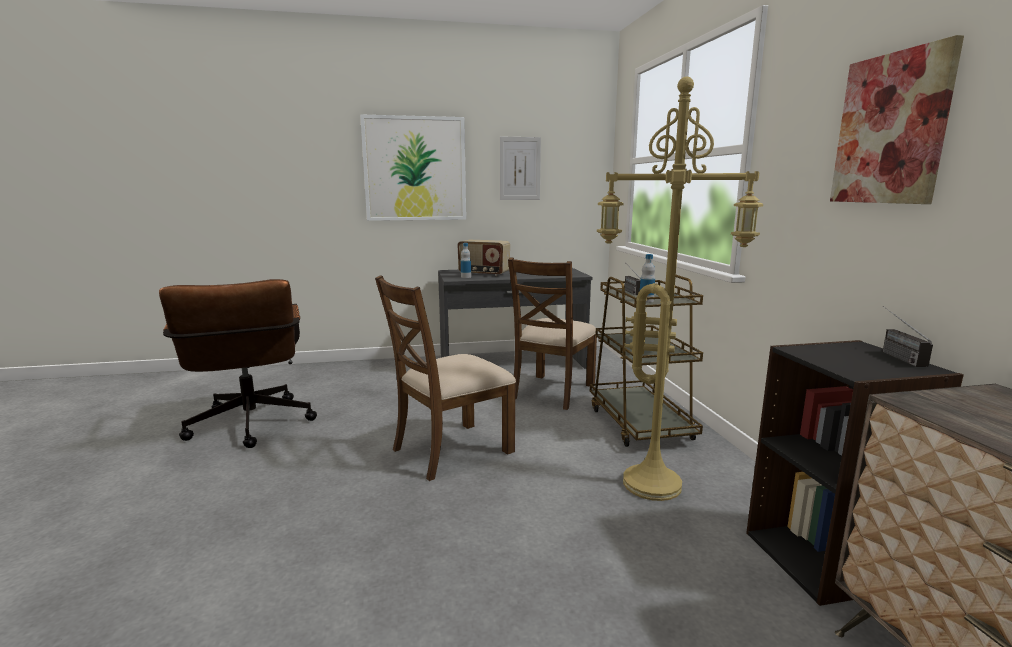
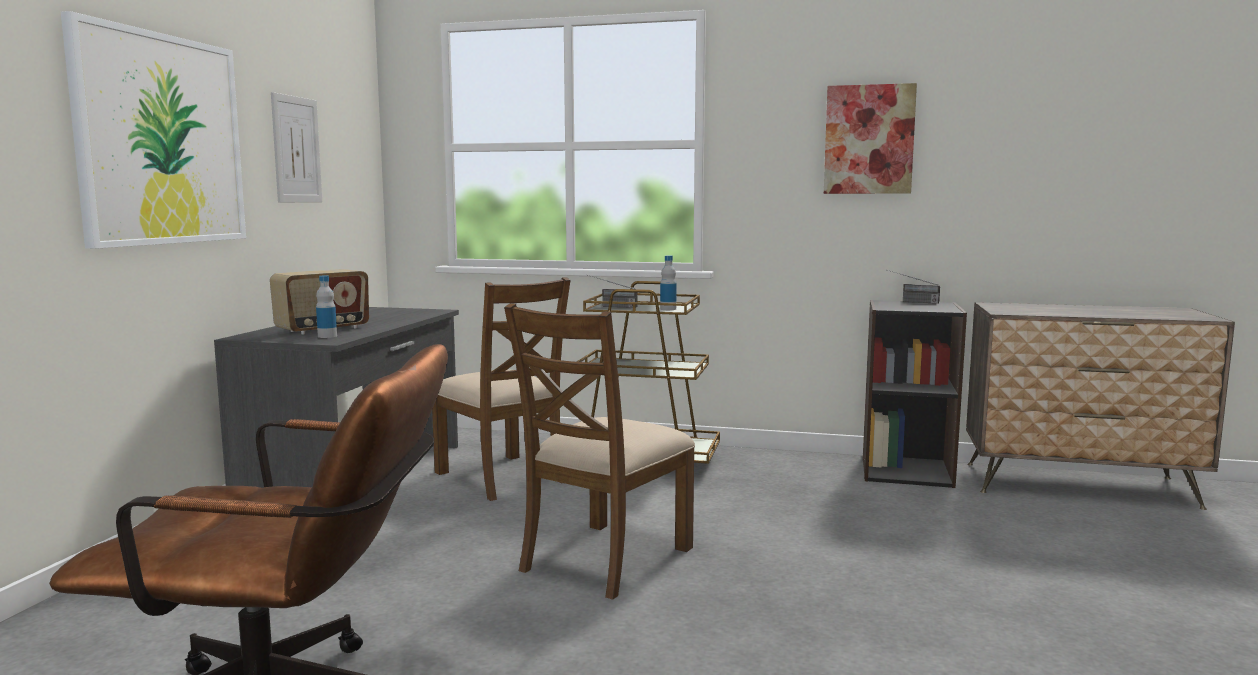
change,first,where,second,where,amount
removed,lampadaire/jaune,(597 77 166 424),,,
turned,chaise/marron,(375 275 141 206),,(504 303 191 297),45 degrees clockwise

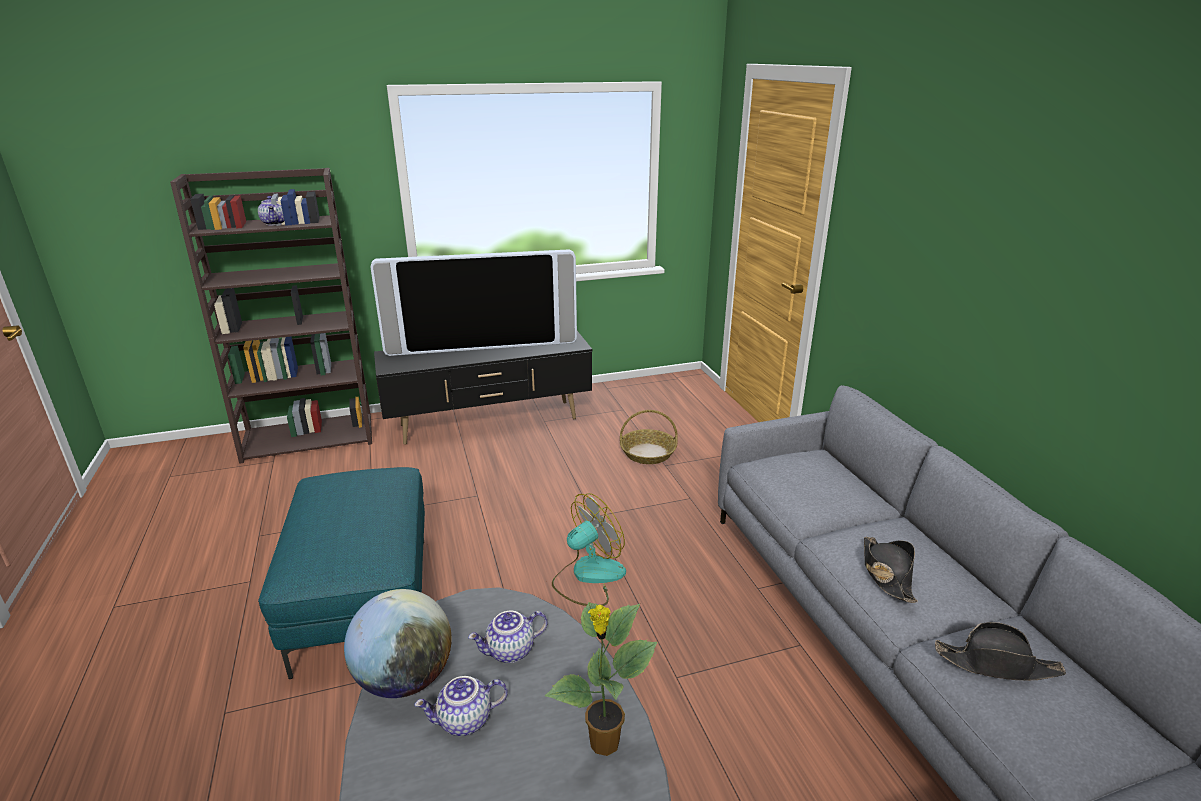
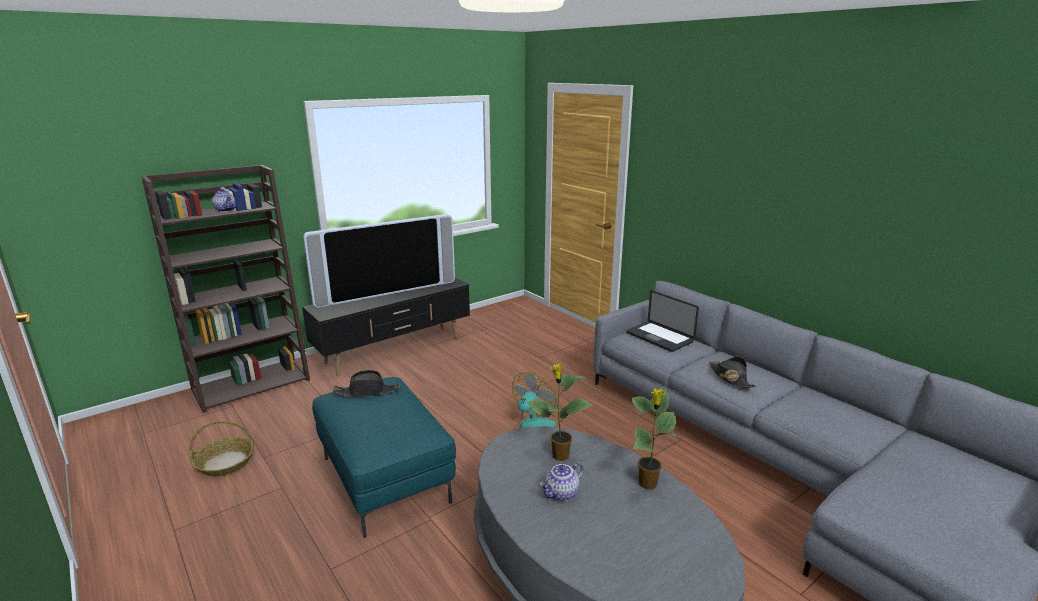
change,first,where,second,where,amount
moved,panier,(620 410 58 54),,(190 421 64 55),
removed,globe,(344 589 108 109),,,
replaced,théière,(468 611 80 52),plante en pot,(527 364 66 97),
moved,chapeau/noir,(935 622 131 59),,(333 370 68 27),
added,,,ordinateur portable,(626 290 73 62),

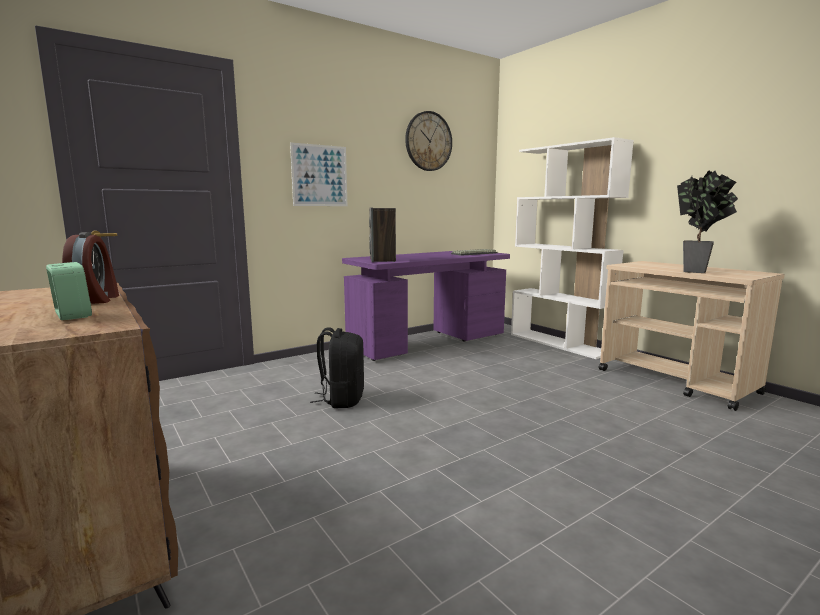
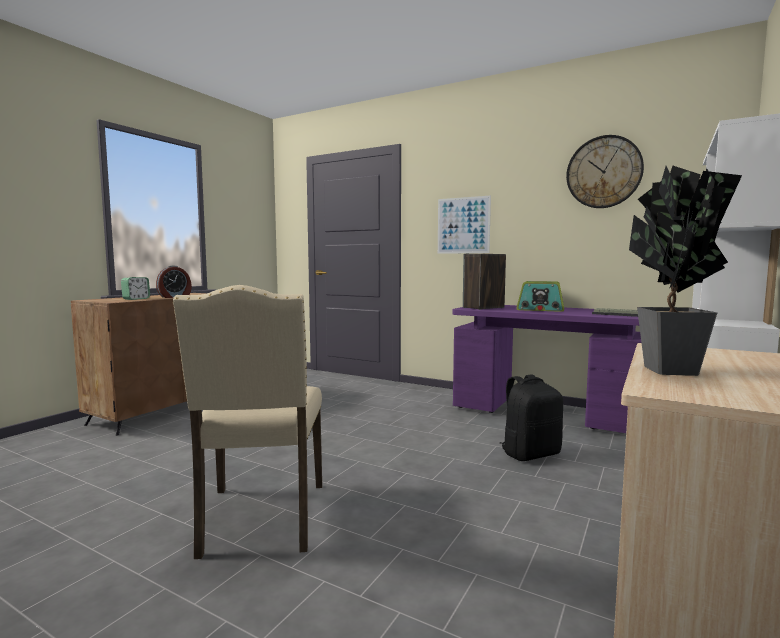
change,first,where,second,where,amount
moved,sac à dos/noir,(310 327 54 81),,(500 374 63 87),
added,,,radio,(516 281 48 31),
added,,,chaise/beige,(173 285 149 274),

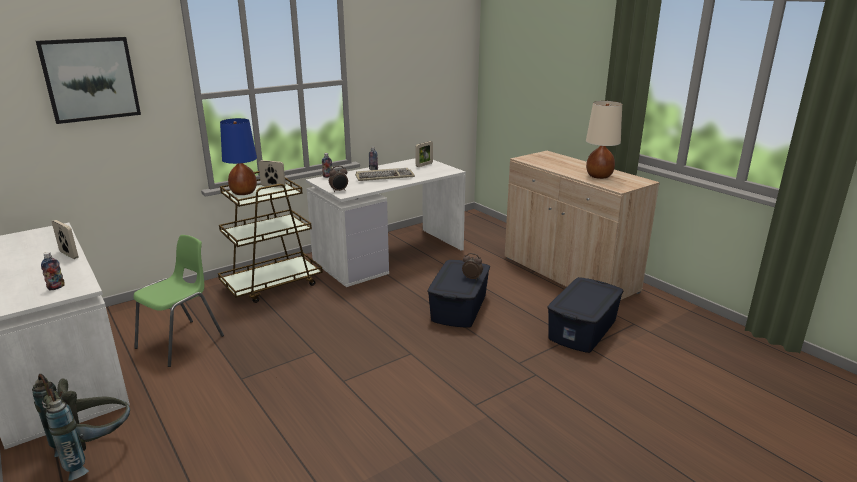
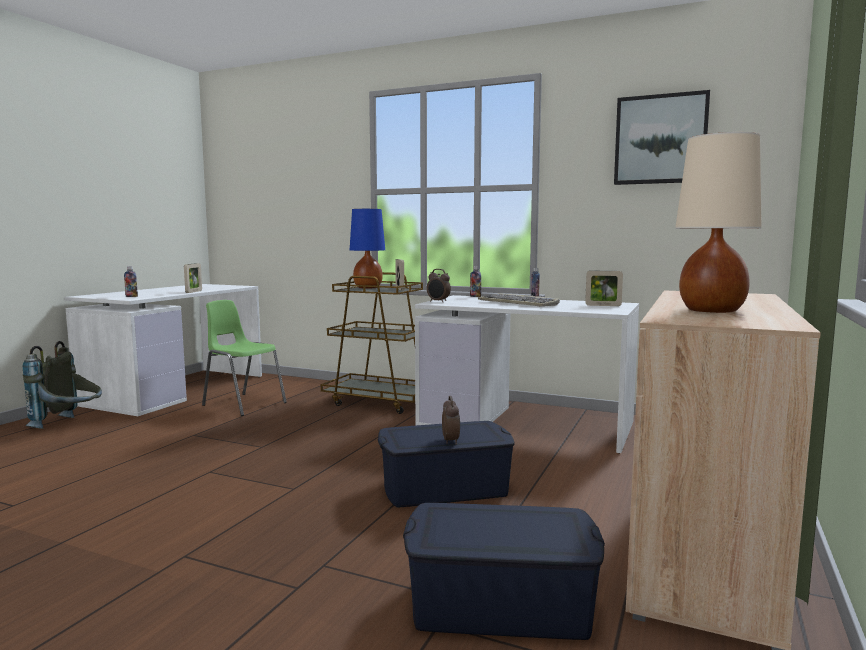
change,first,where,second,where,amount
moved,tableau,(36 37 105 87),,(614 90 96 95),
turned,chaise/vert,(133 235 91 132),,(202 300 85 116),150 degrees counterclockwise

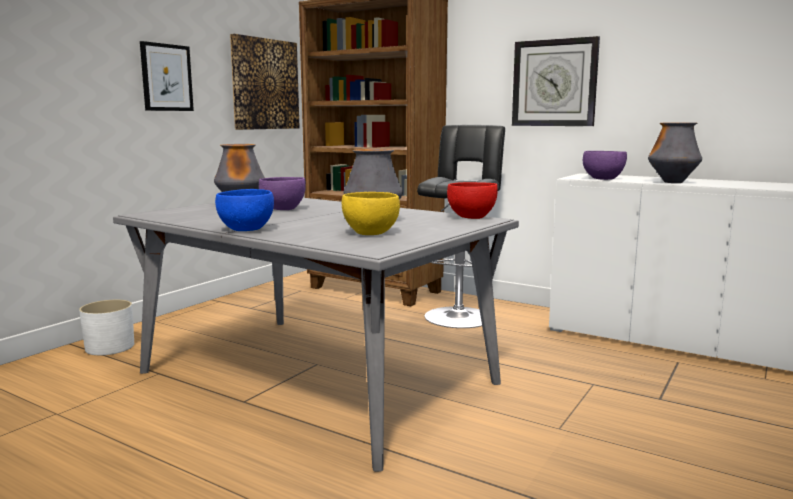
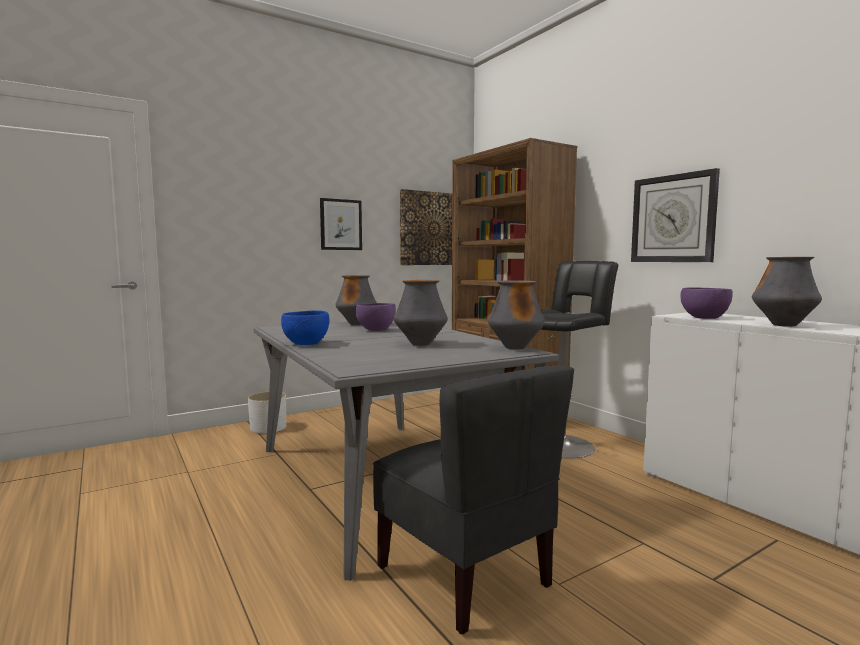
change,first,where,second,where,amount
replaced,bol/rouge,(447 182 51 37),vase,(488 280 57 69),
removed,bol/jaune,(342 192 58 43),,,
added,,,chaise/gris,(373 365 201 270),

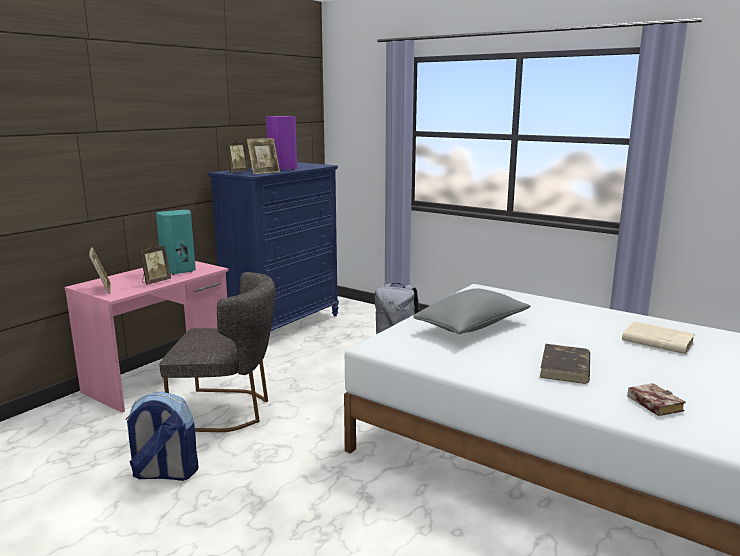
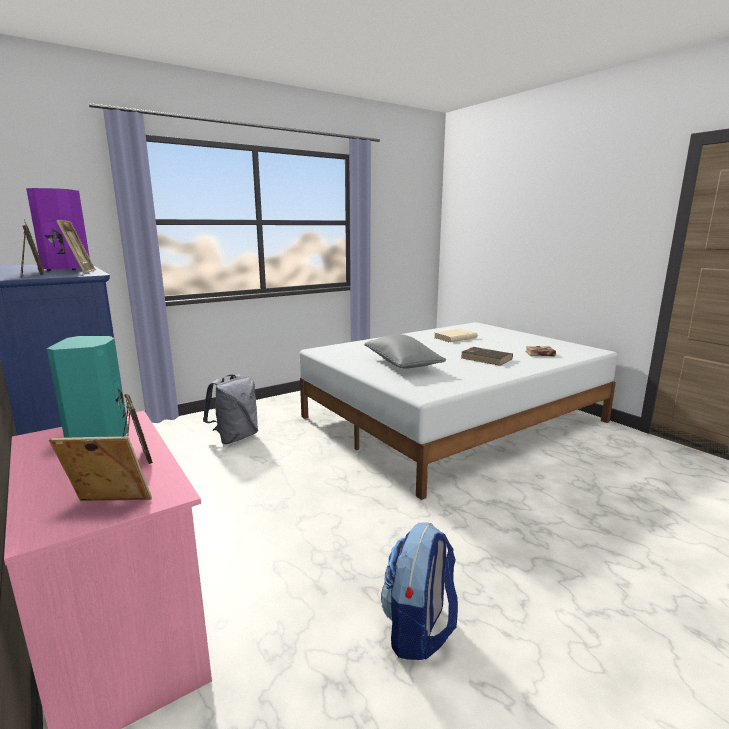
change,first,where,second,where,amount
removed,chaise/gris,(159 272 116 160),,,

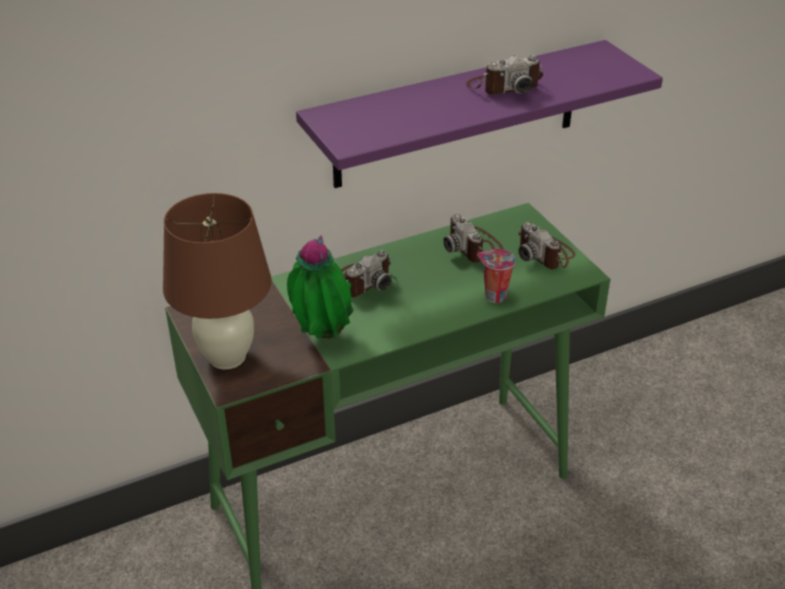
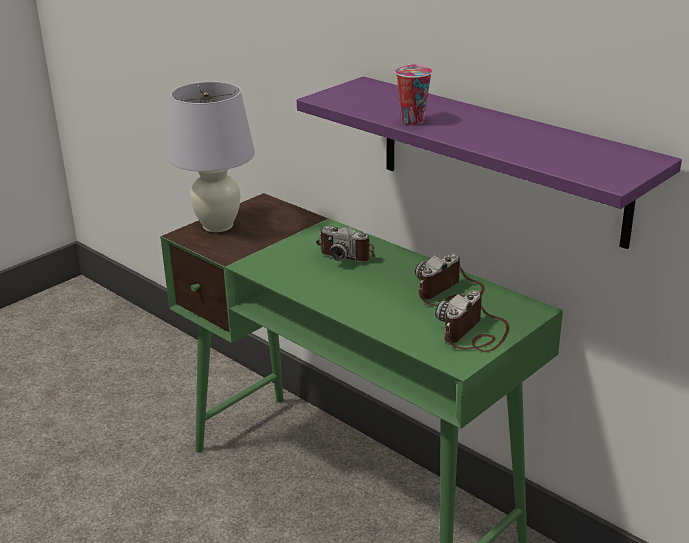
change,first,where,second,where,amount
removed,appareil photo,(466 55 77 40),,,
recoloured,lampe de table/marron,(163 193 108 177),lampe de table/blanc,(168 81 87 151),
removed,plante en pot,(287 235 66 104),,,
moved,tasse,(477 249 39 54),,(395 64 37 61),

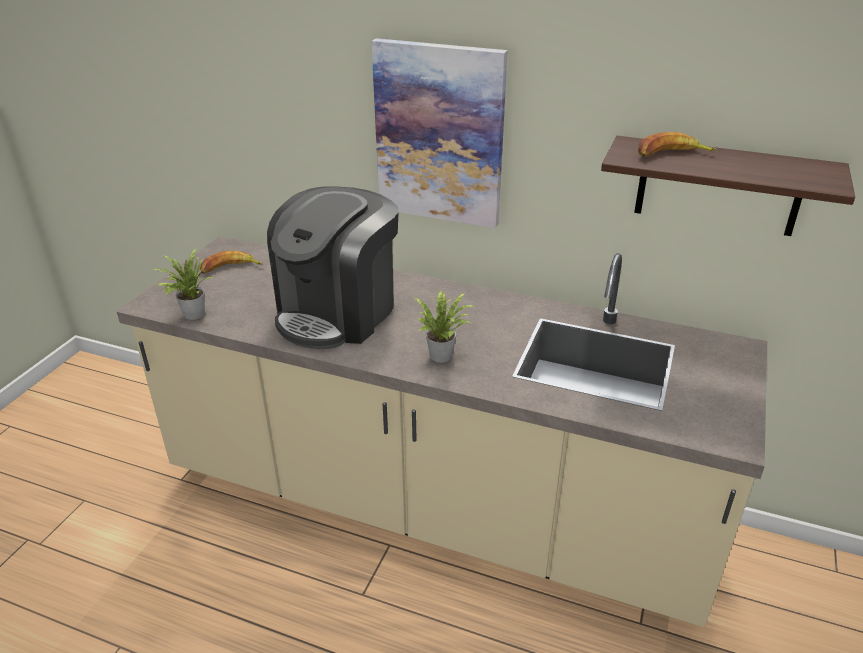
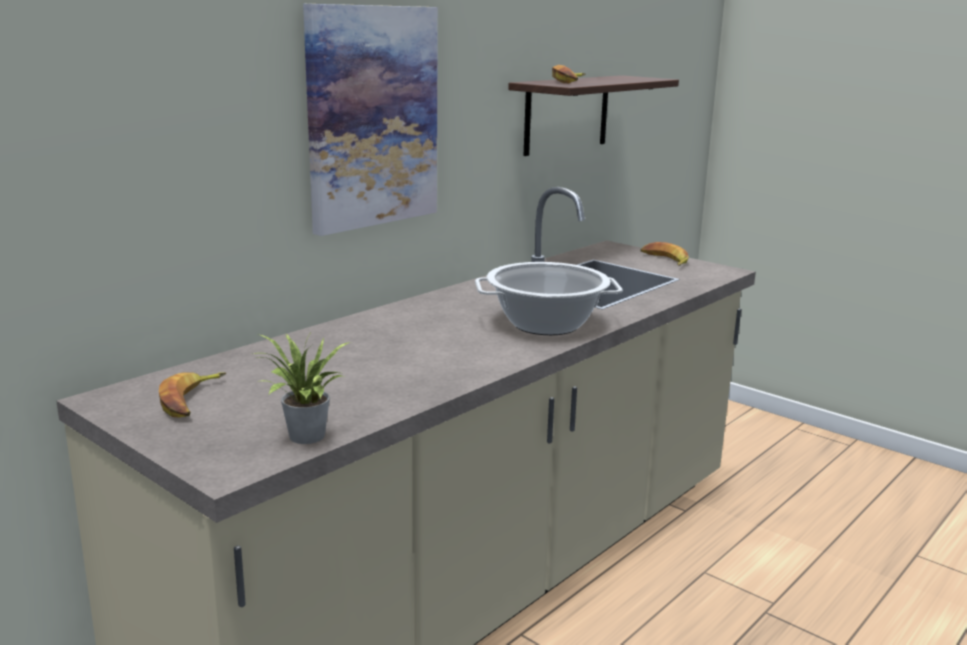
change,first,where,second,where,amount
removed,machine à café,(267 187 132 162),,,
replaced,plante en pot,(414 289 60 74),marmite,(475 262 148 73),
added,,,banane,(640 242 49 24),

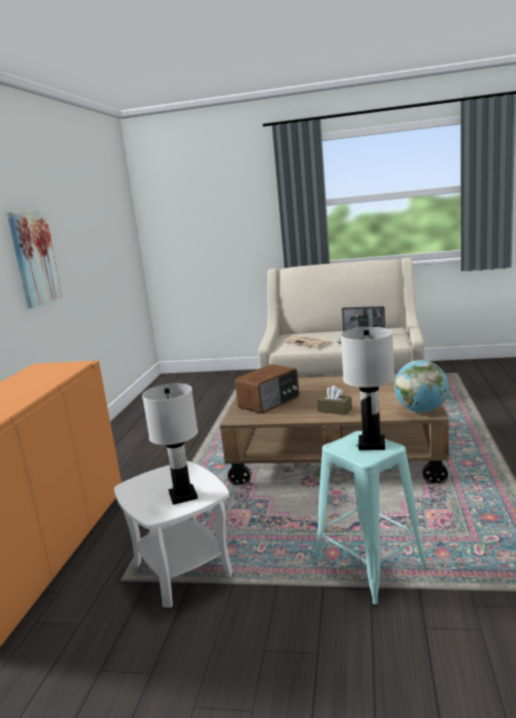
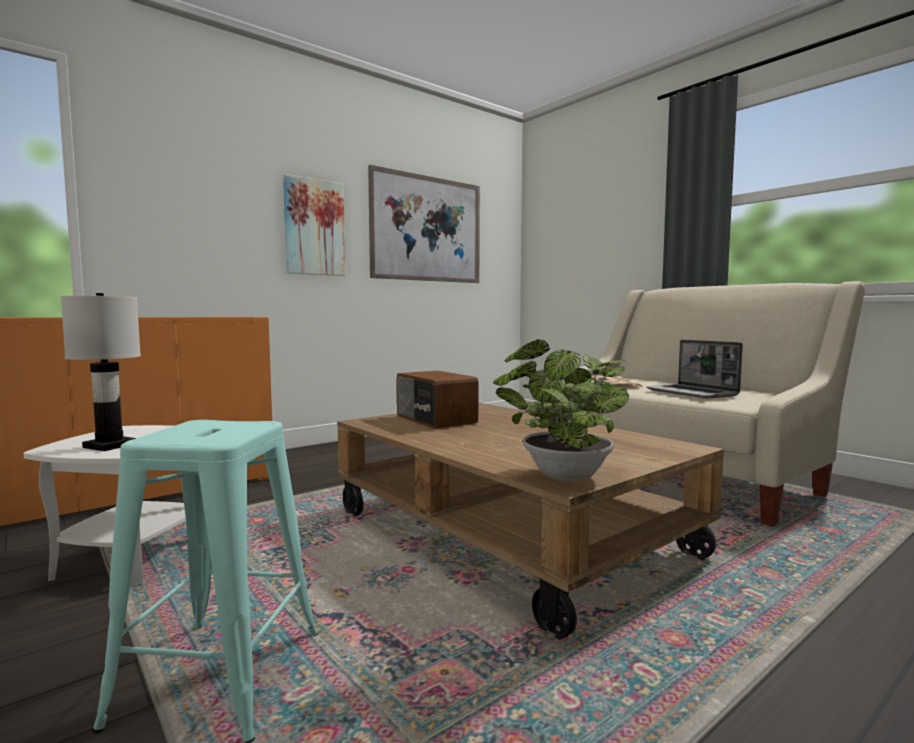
change,first,where,second,where,amount
removed,lampe de table/blanc,(341 327 54 123),,,
replaced,globe,(394 360 55 53),plante en pot,(493 339 136 142),
turned,radio,(235 364 64 50),,(397 371 82 58),60 degrees clockwise
removed,boîte à mouchoirs/marron,(317 385 35 30),,,
added,,,tableau,(368 165 112 118),

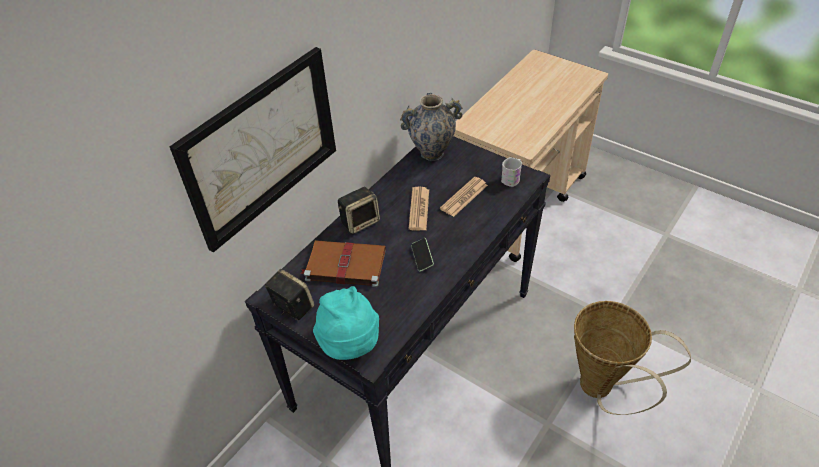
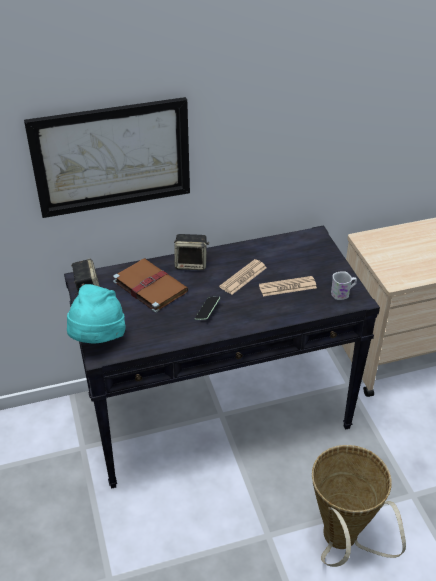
change,first,where,second,where,amount
removed,vase,(400 93 63 68),,,

